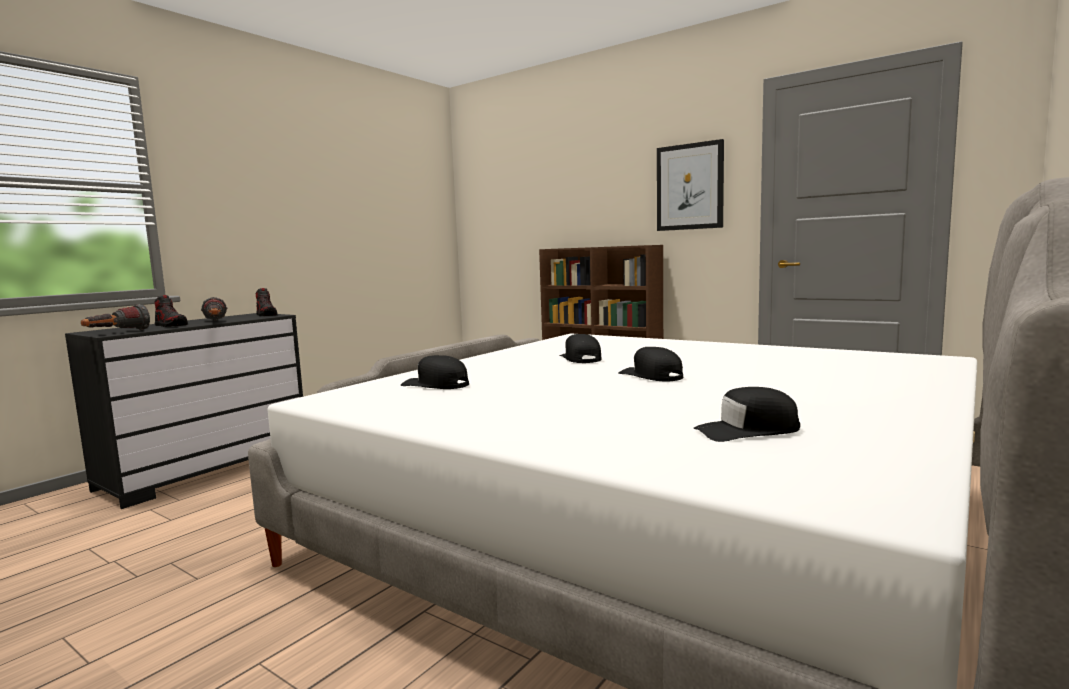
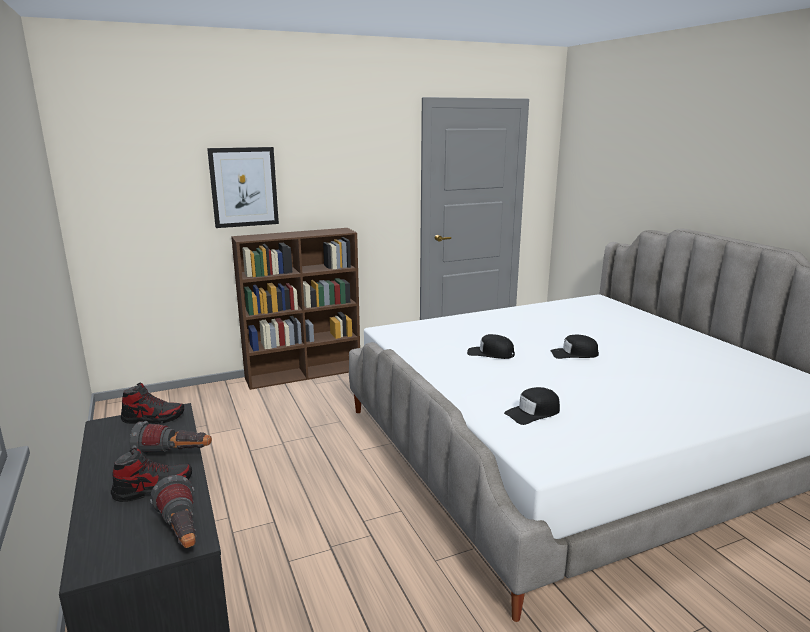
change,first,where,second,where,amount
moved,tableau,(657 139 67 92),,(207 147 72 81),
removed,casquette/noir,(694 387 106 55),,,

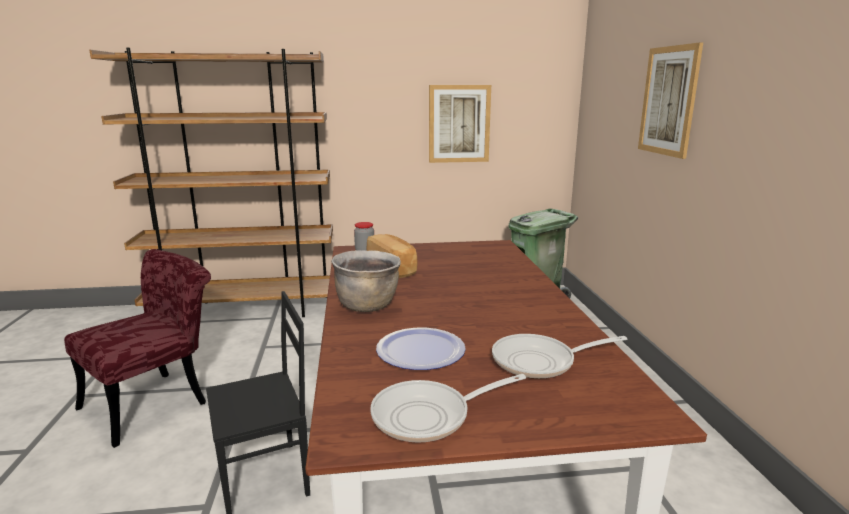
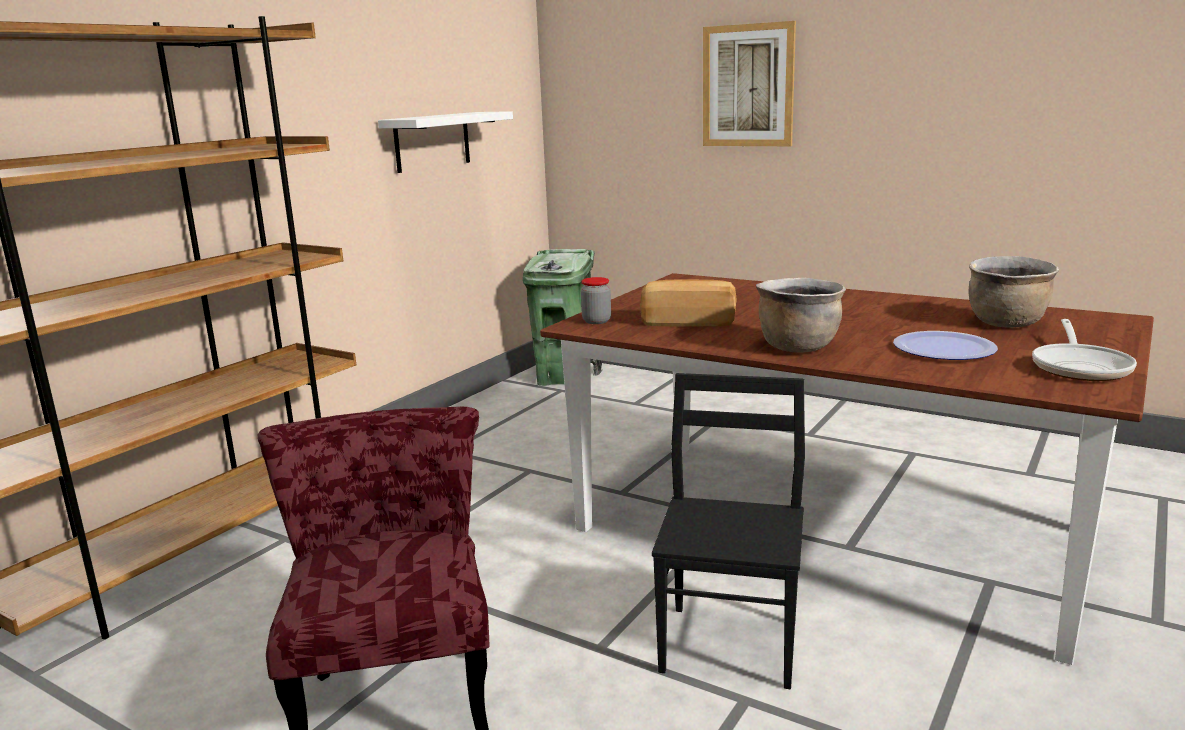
change,first,where,second,where,amount
replaced,tableau,(429 85 62 78),étagère/blanc,(378 111 135 62),
replaced,poêle,(492 334 135 45),marmite/marron,(969 256 90 72),

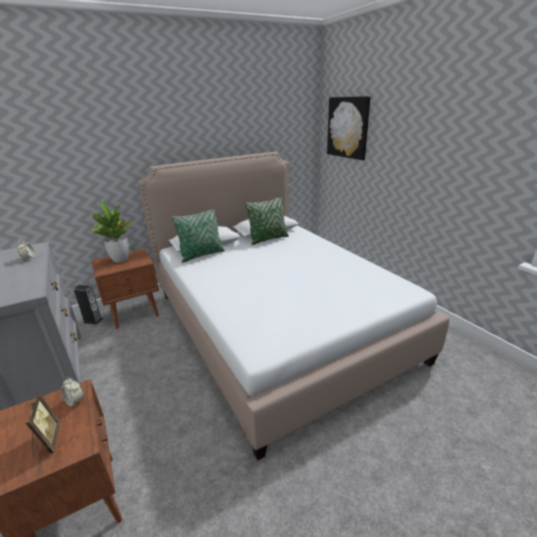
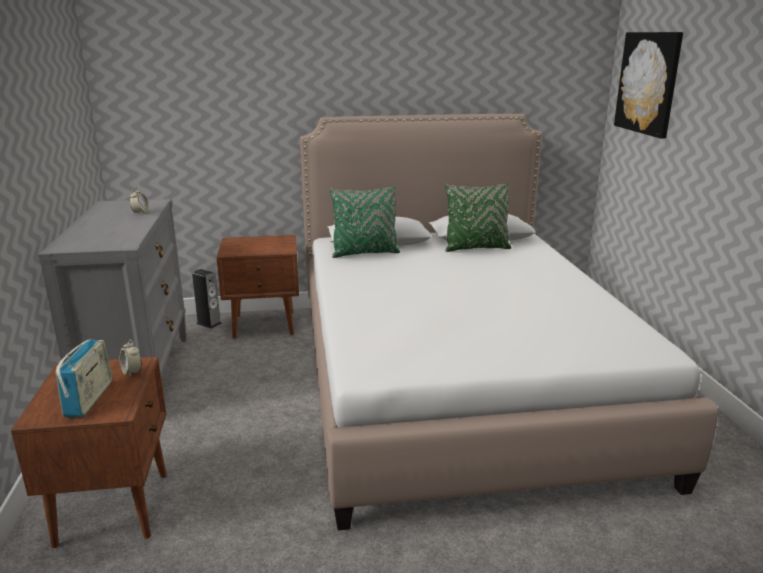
change,first,where,second,where,amount
removed,plante en pot,(91 201 42 62),,,
replaced,cadre photo,(26 392 35 64),radio,(56 339 56 79),

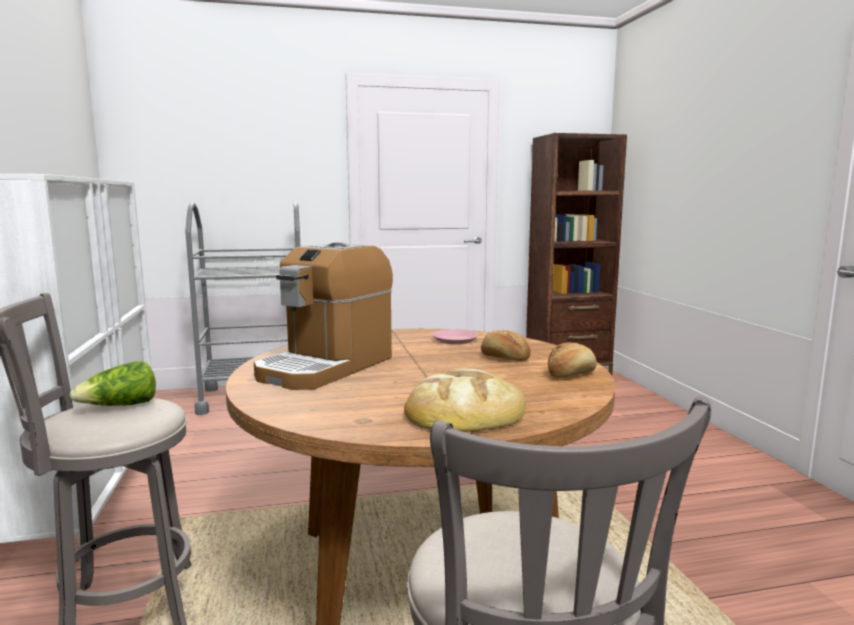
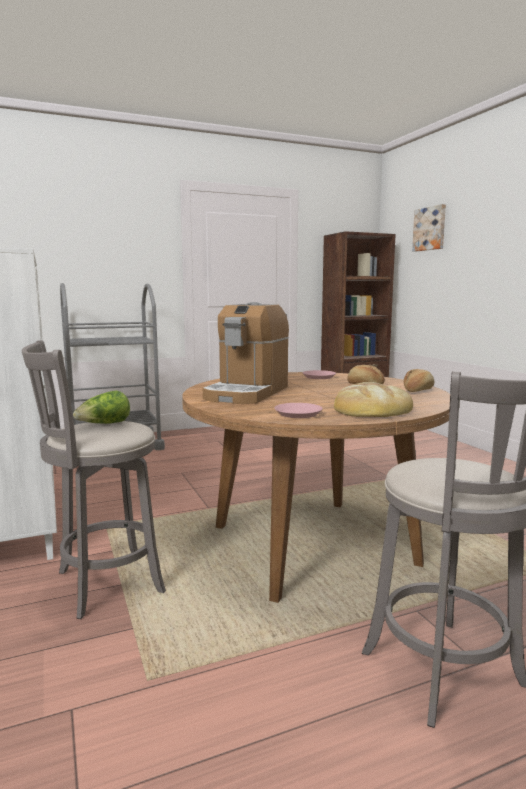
change,first,where,second,where,amount
added,,,tableau,(412 204 34 48),
added,,,assiette/rose,(274 403 49 15),

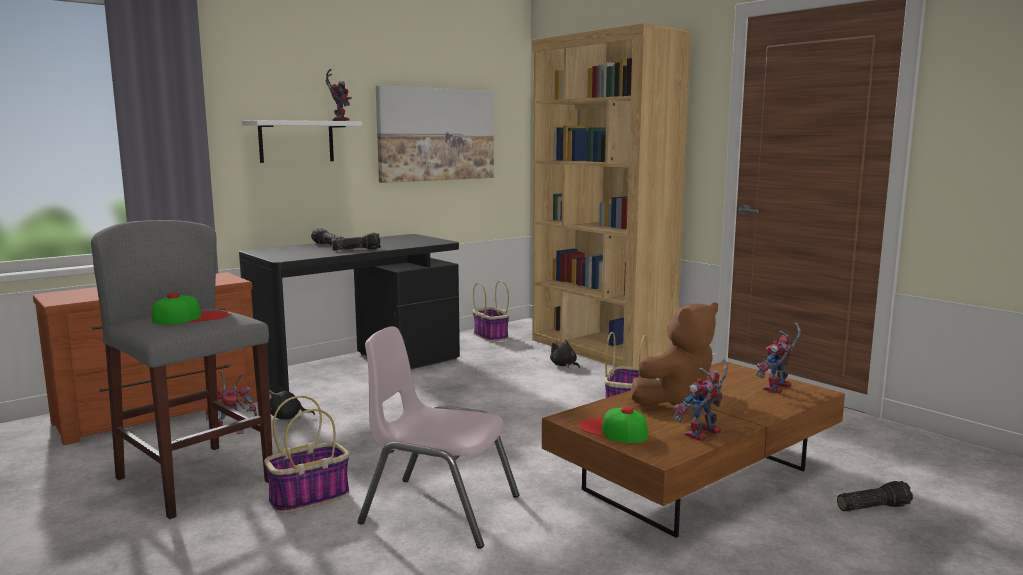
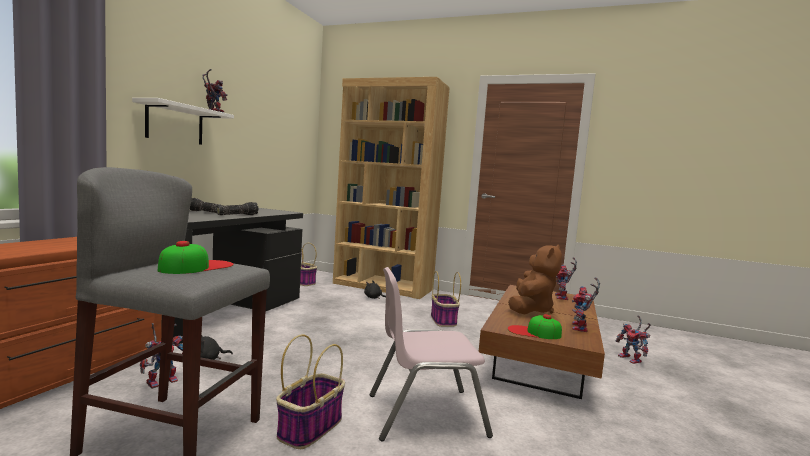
change,first,where,second,where,amount
removed,tableau,(376 86 118 97),,,
replaced,lampe de poche,(837 481 76 30),robot jouet,(615 315 36 49),

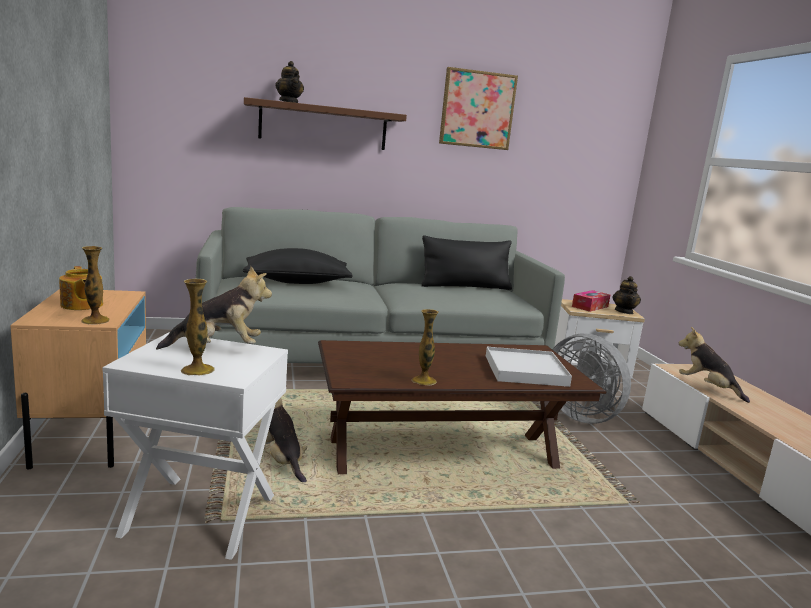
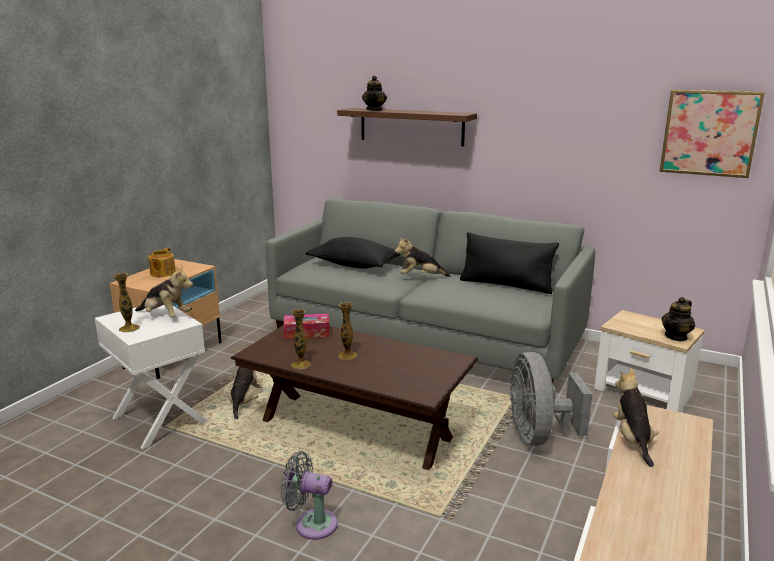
change,first,where,second,where,amount
moved,tableau,(439 67 79 83),,(659 90 106 88),
moved,vase,(81 246 29 79),,(338 302 19 58),
moved,boîte à mouchoirs,(572 290 38 22),,(283 314 47 25),
removed,plateau/blanc,(486 347 86 40),,,
added,,,peluche,(395 237 55 40),
added,,,ventilateur/gris,(280 451 58 89),

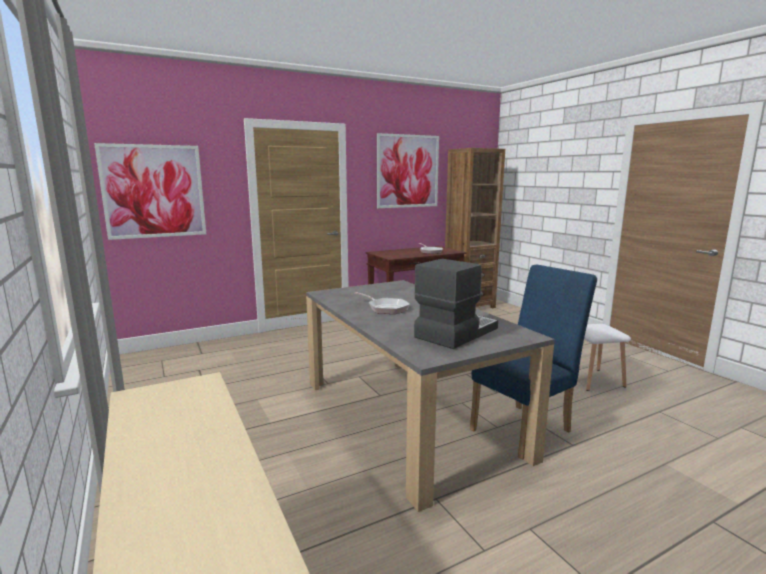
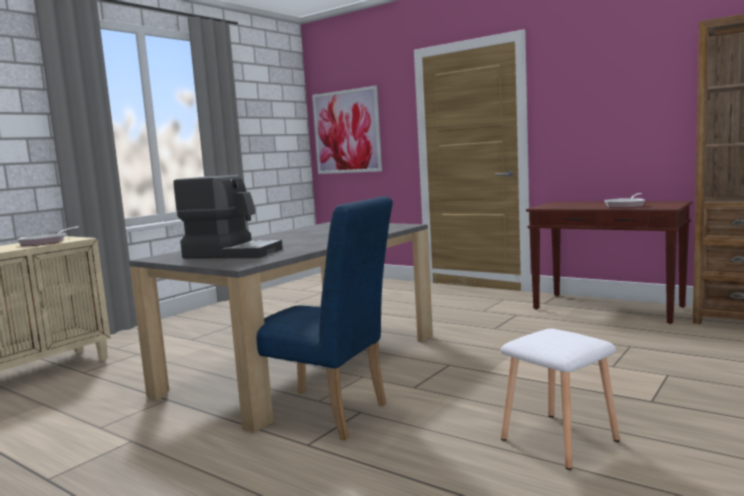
change,first,where,second,where,amount
removed,tableau,(377 133 62 75),,,
moved,poêle,(354 292 56 22),,(17 226 62 20),

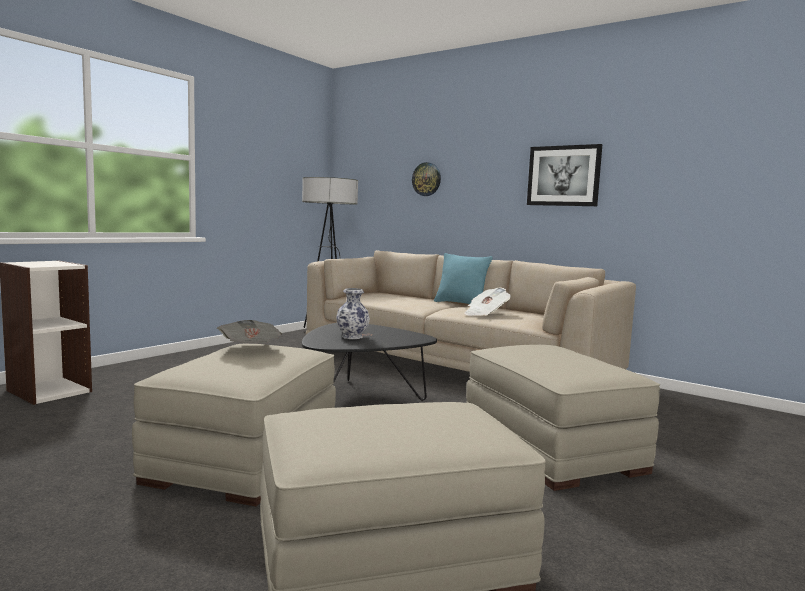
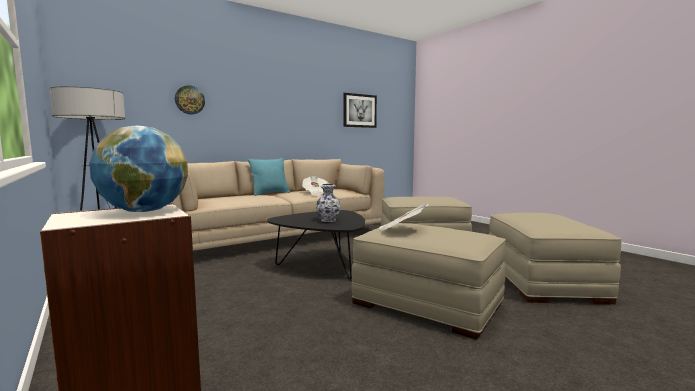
change,first,where,second,where,amount
moved,tableau,(527 144 76 62),,(343 93 34 35),
added,,,globe,(89 125 99 87),

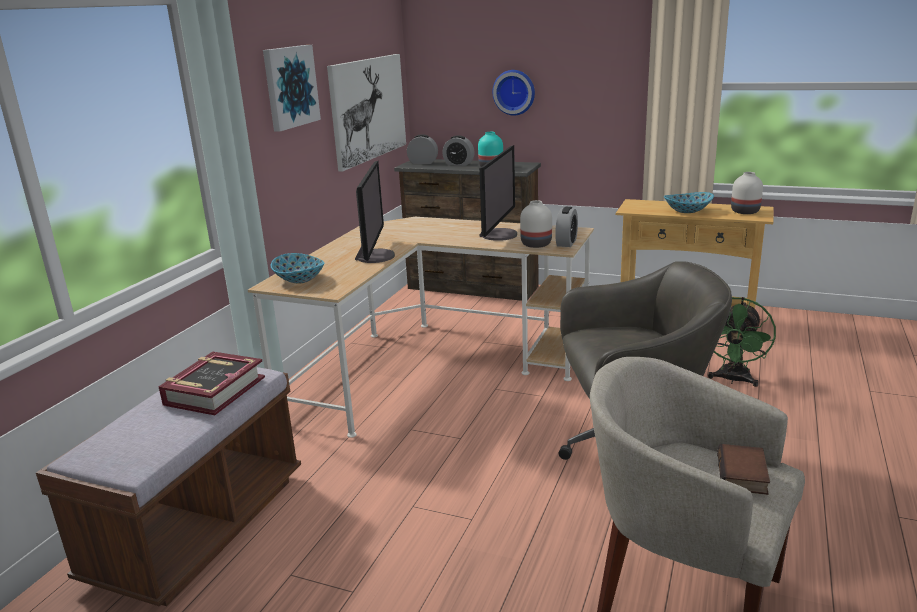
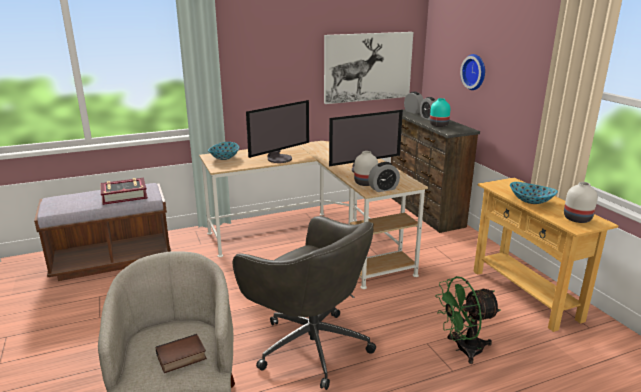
change,first,where,second,where,amount
removed,tableau,(263 45 58 87),,,

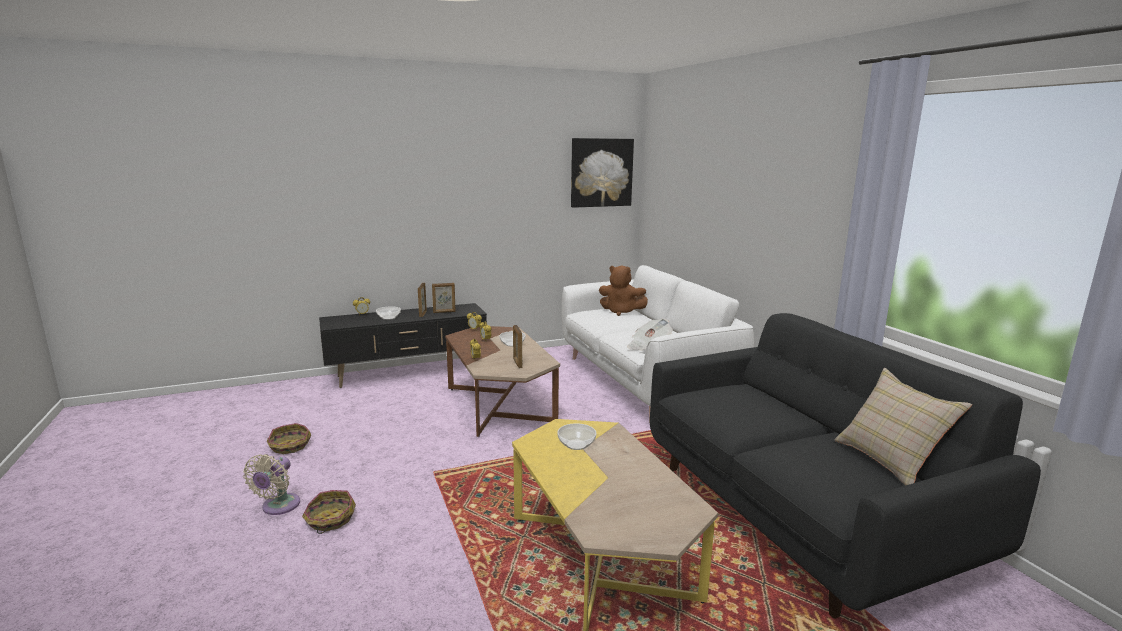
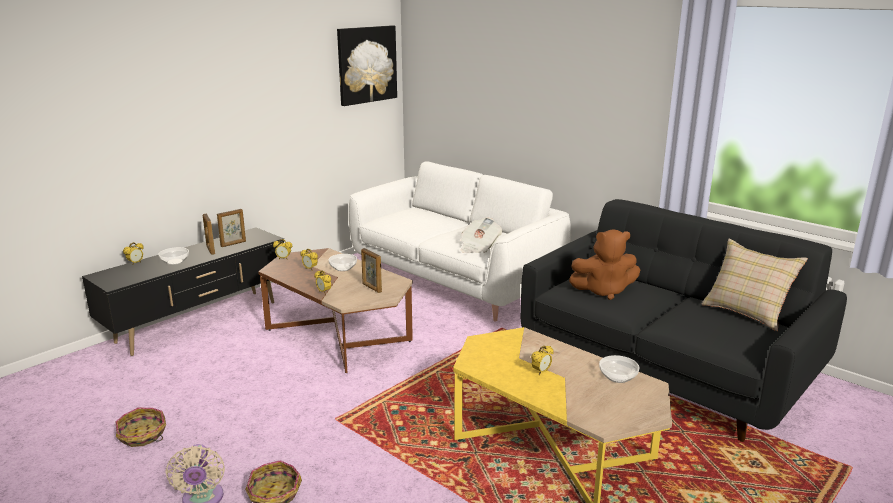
change,first,where,second,where,amount
moved,peluche/marron,(599 266 49 50),,(569 229 71 71),
moved,bol,(557 423 39 27),,(599 355 41 28),
added,,,réveil,(531 346 23 29),

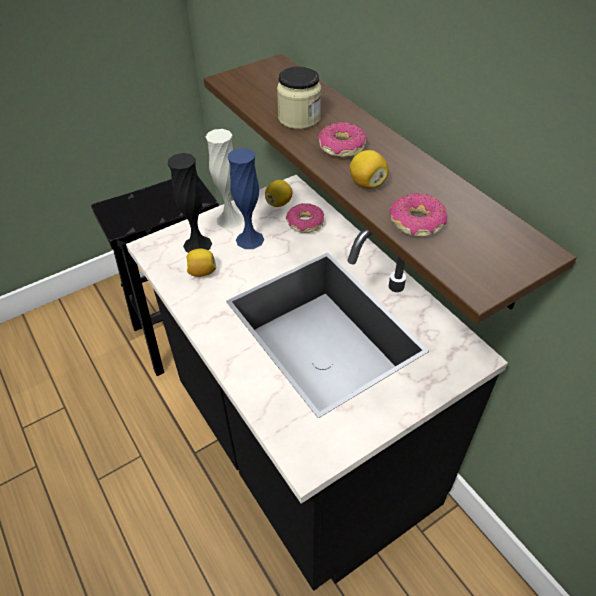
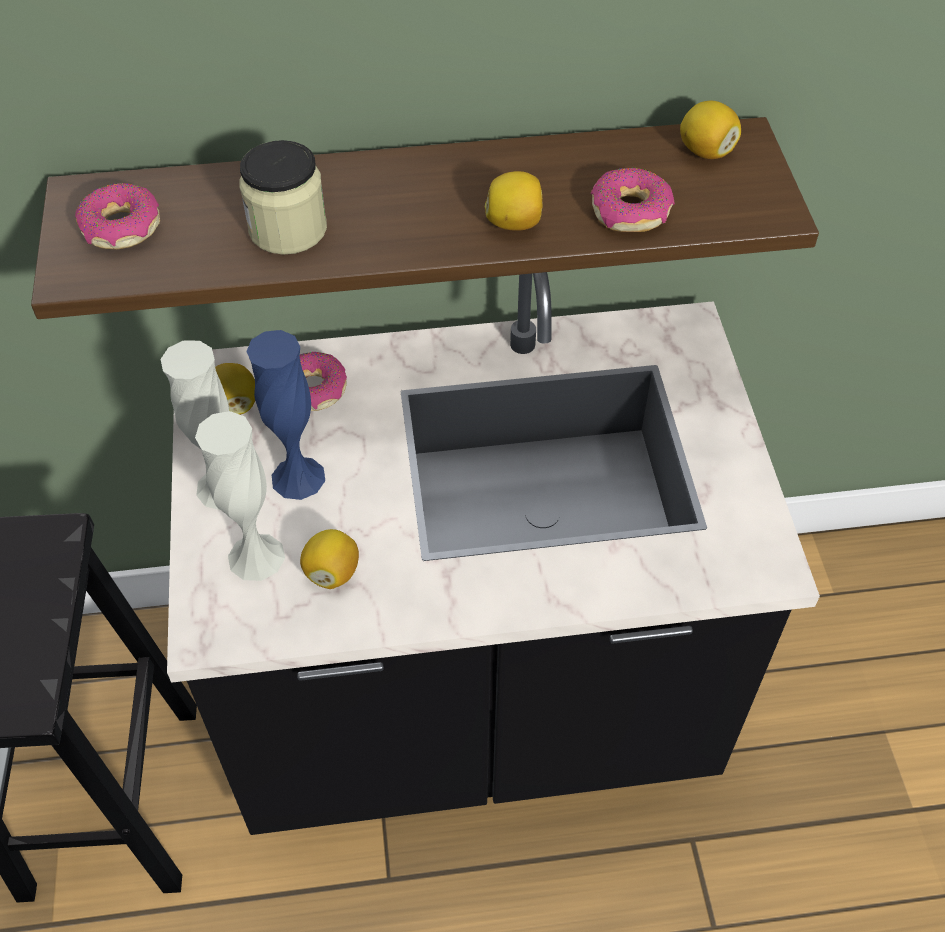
change,first,where,second,where,amount
moved,beignet,(318 122 49 35),,(75 183 85 66),
recoloured,vase/noir,(168 153 44 100),vase/blanc,(195 411 90 170),
added,,,citron,(680 101 61 58),

